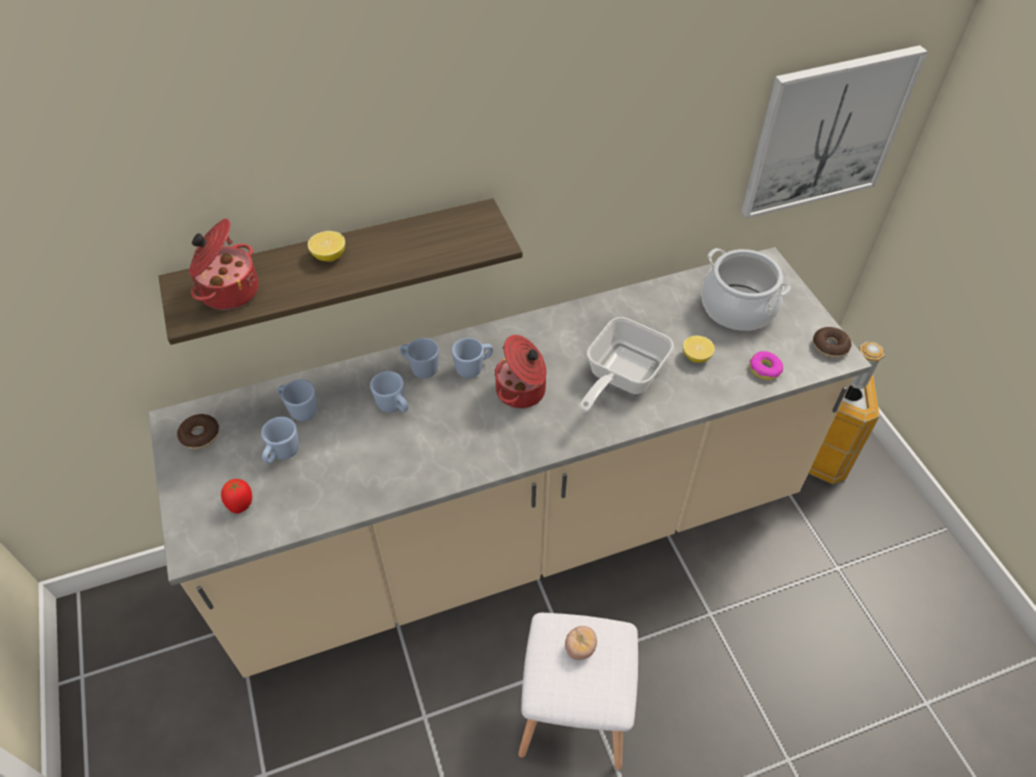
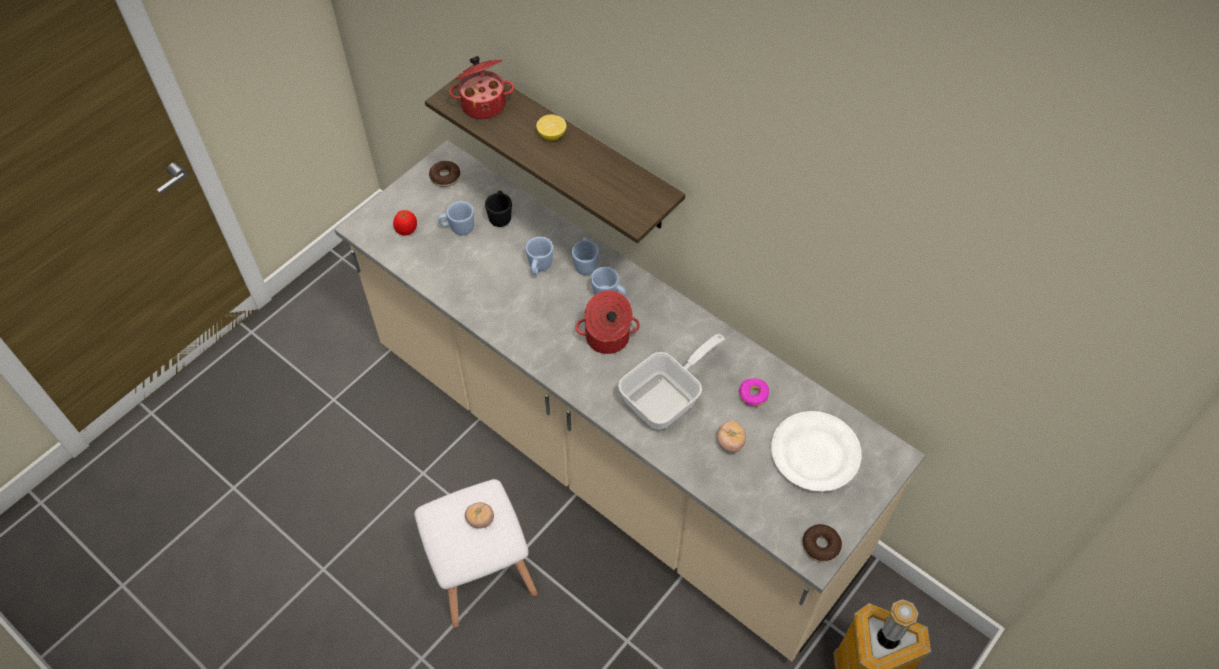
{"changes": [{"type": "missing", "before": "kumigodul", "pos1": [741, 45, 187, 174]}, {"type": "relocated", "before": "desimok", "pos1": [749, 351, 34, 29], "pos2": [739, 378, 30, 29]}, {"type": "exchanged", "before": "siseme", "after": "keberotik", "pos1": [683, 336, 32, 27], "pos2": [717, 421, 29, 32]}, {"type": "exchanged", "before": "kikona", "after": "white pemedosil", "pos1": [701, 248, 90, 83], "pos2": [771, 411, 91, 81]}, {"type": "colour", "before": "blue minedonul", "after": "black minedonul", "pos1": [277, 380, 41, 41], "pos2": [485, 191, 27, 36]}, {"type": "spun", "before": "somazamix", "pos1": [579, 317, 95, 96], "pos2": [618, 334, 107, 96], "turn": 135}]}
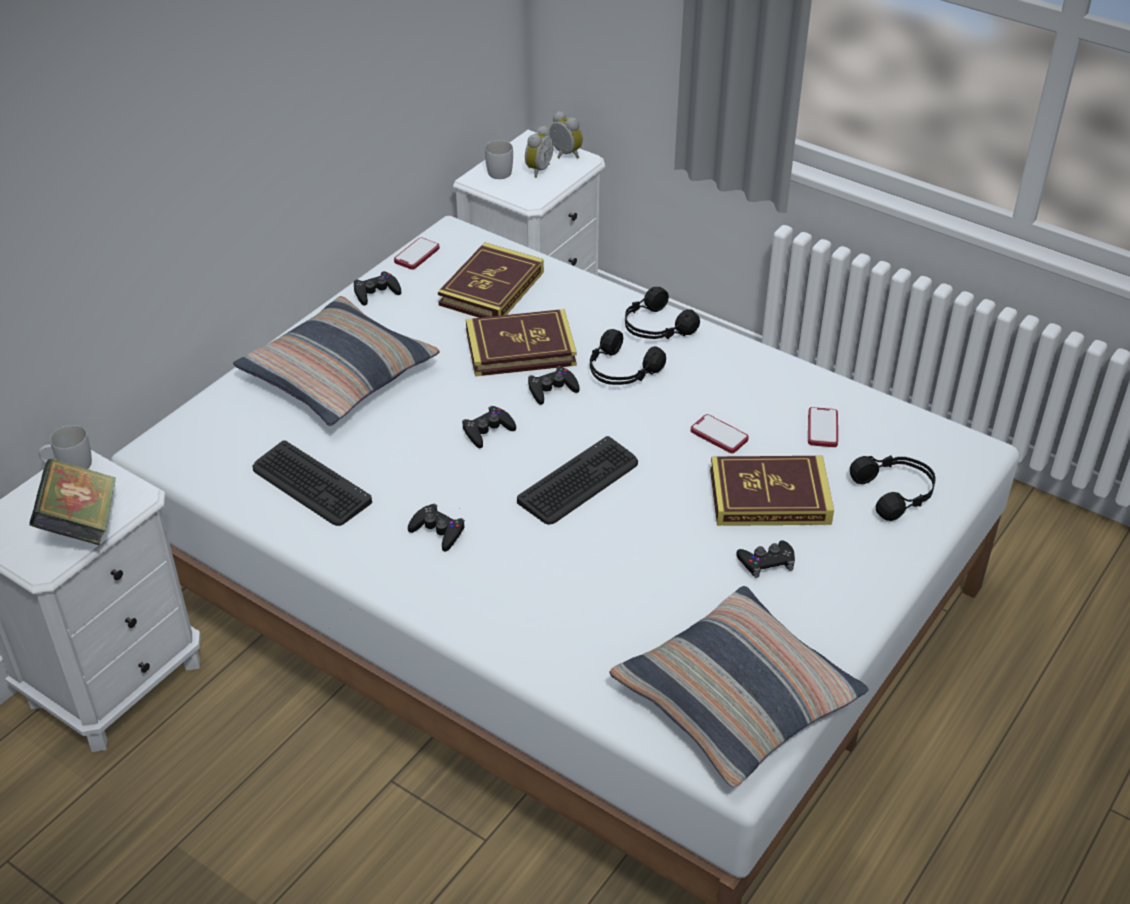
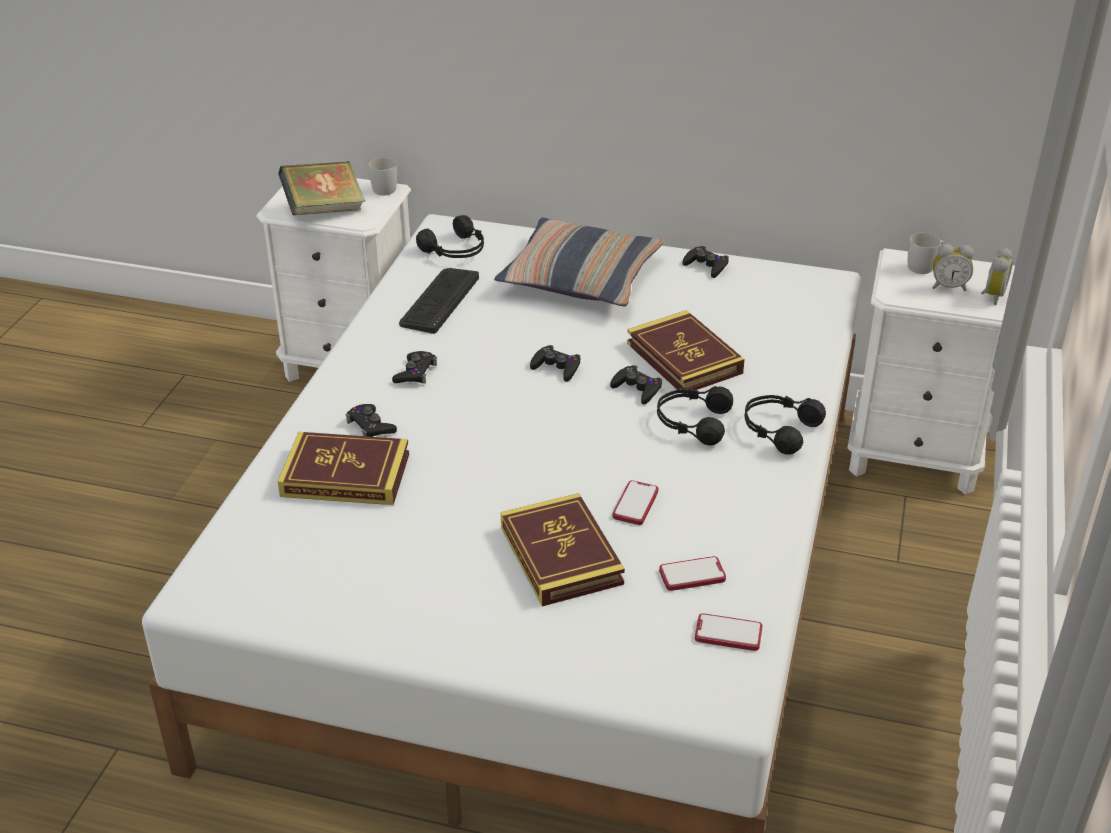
{"changes": [{"type": "missing", "before": "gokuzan", "pos1": [517, 436, 121, 89]}, {"type": "missing", "before": "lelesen", "pos1": [609, 586, 260, 201]}, {"type": "relocated", "before": "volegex", "pos1": [394, 238, 46, 32], "pos2": [695, 613, 67, 38]}, {"type": "relocated", "before": "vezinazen", "pos1": [438, 242, 106, 76], "pos2": [278, 432, 131, 73]}, {"type": "relocated", "before": "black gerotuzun", "pos1": [736, 540, 59, 38], "pos2": [346, 404, 51, 33]}, {"type": "relocated", "before": "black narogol", "pos1": [850, 455, 86, 66], "pos2": [416, 215, 68, 43]}]}
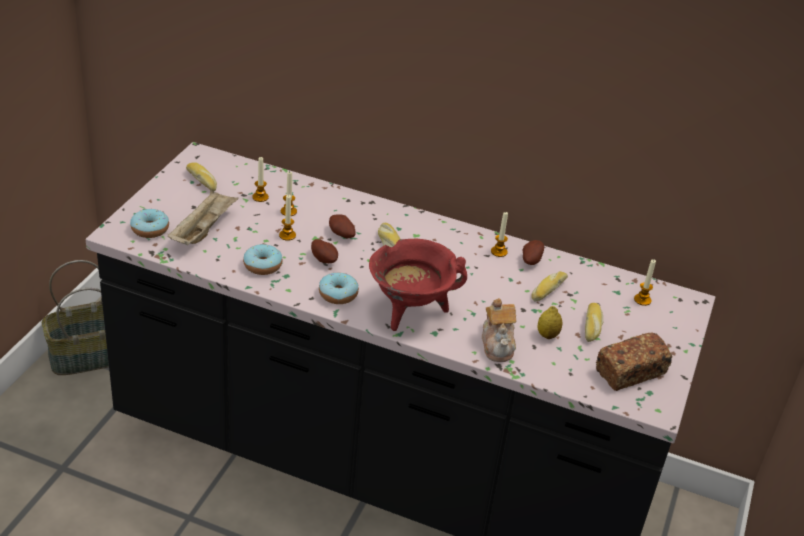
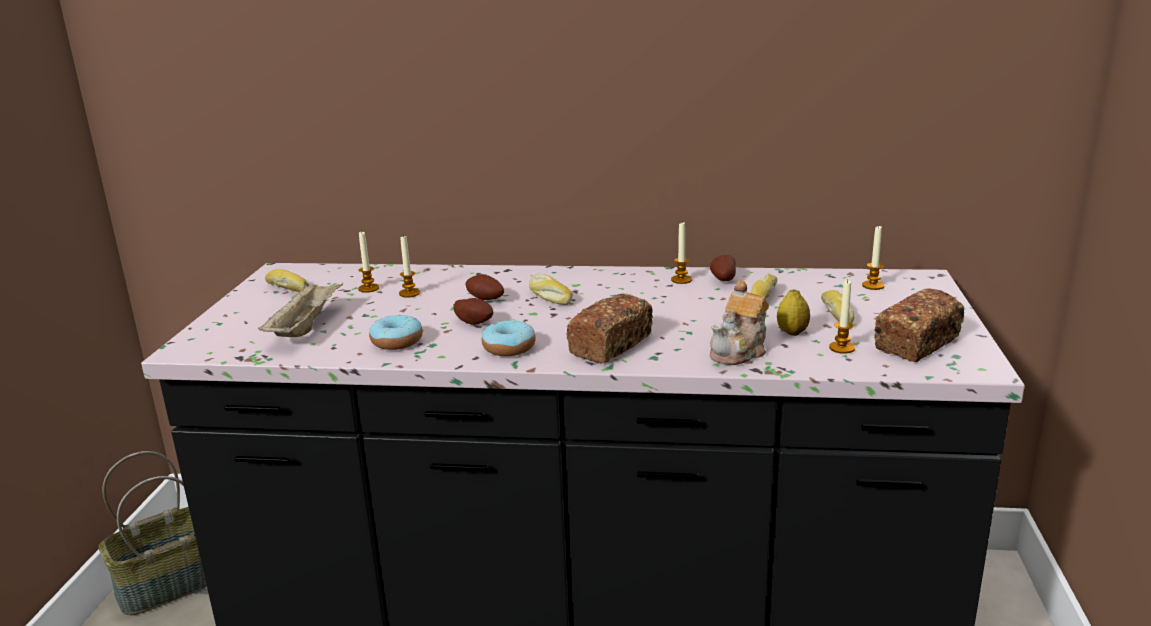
{"changes": [{"type": "missing", "before": "desimok", "pos1": [130, 209, 39, 29]}, {"type": "relocated", "before": "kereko", "pos1": [279, 194, 17, 47], "pos2": [829, 280, 26, 74]}, {"type": "exchanged", "before": "red kikona", "after": "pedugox", "pos1": [369, 238, 98, 93], "pos2": [566, 294, 87, 69]}, {"type": "spun", "before": "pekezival", "pos1": [482, 298, 35, 64], "pos2": [710, 280, 59, 85], "turn": 60}]}
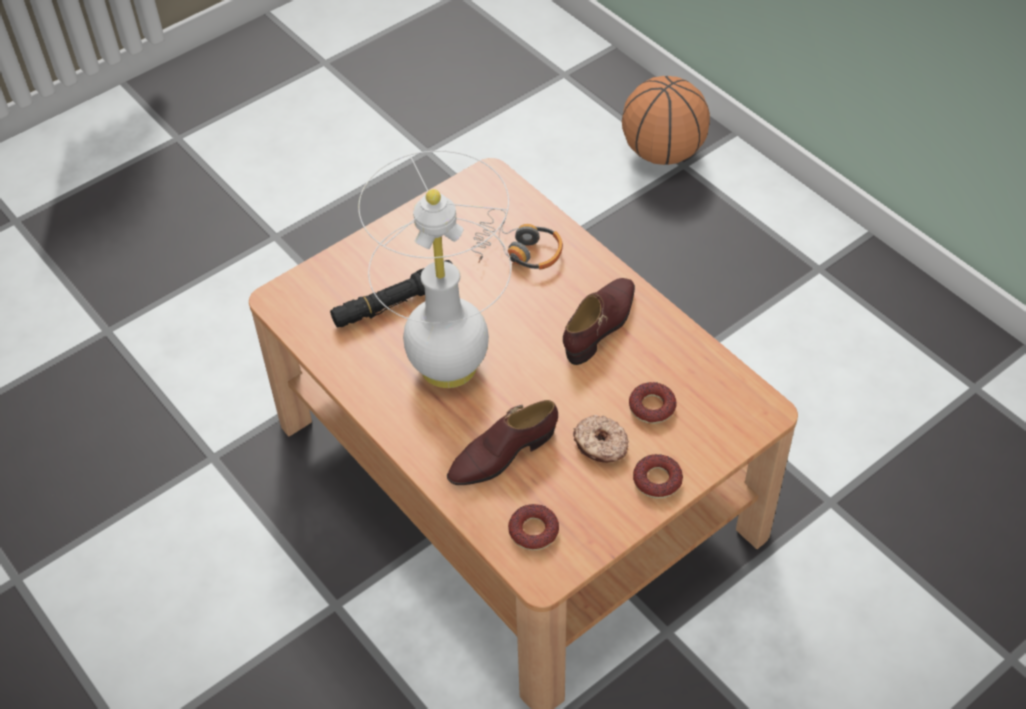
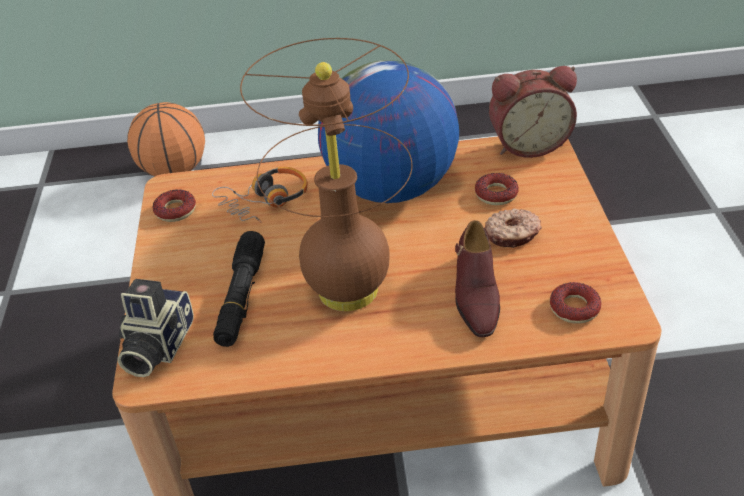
{"changes": [{"type": "appeared", "after": "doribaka", "pos2": [117, 279, 77, 98]}, {"type": "appeared", "after": "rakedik", "pos2": [489, 66, 88, 92]}, {"type": "relocated", "before": "desimok", "pos1": [633, 454, 50, 45], "pos2": [153, 189, 43, 33]}, {"type": "exchanged", "before": "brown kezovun", "after": "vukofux", "pos1": [563, 278, 72, 87], "pos2": [318, 60, 141, 143]}, {"type": "colour", "before": "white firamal", "after": "brown firamal", "pos1": [358, 151, 153, 237], "pos2": [240, 38, 173, 273]}]}
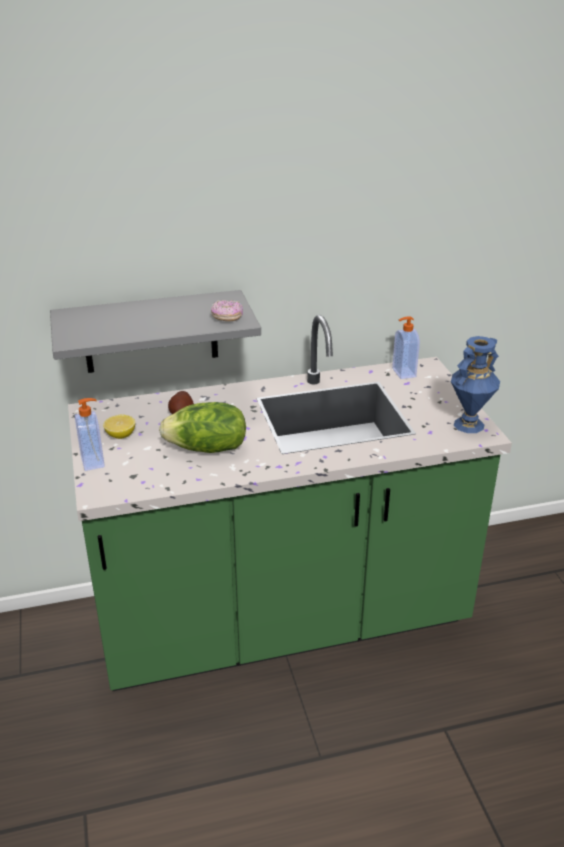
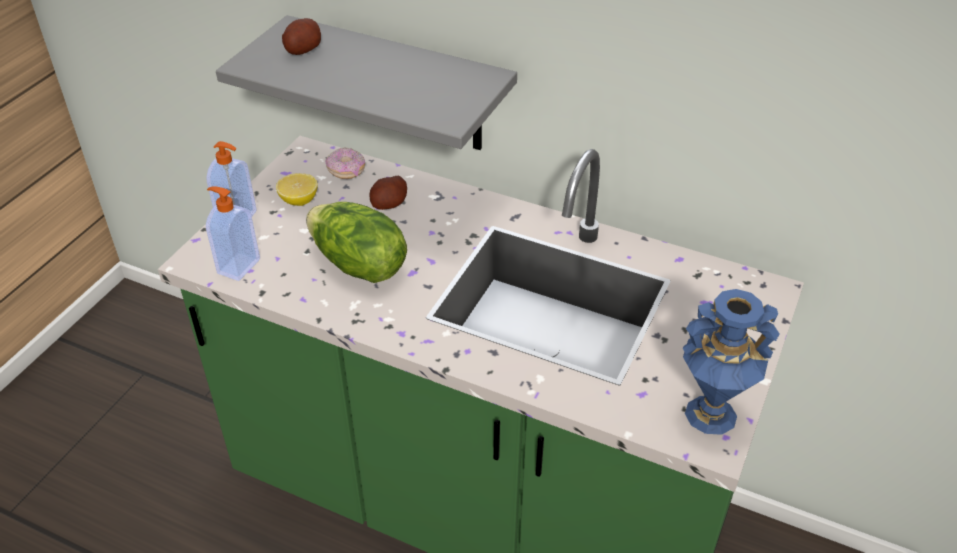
{"changes": [{"type": "appeared", "after": "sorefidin", "pos2": [282, 18, 39, 37]}, {"type": "relocated", "before": "desimok", "pos1": [211, 300, 32, 21], "pos2": [325, 147, 40, 32]}, {"type": "relocated", "before": "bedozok", "pos1": [392, 316, 28, 63], "pos2": [206, 186, 54, 95]}]}
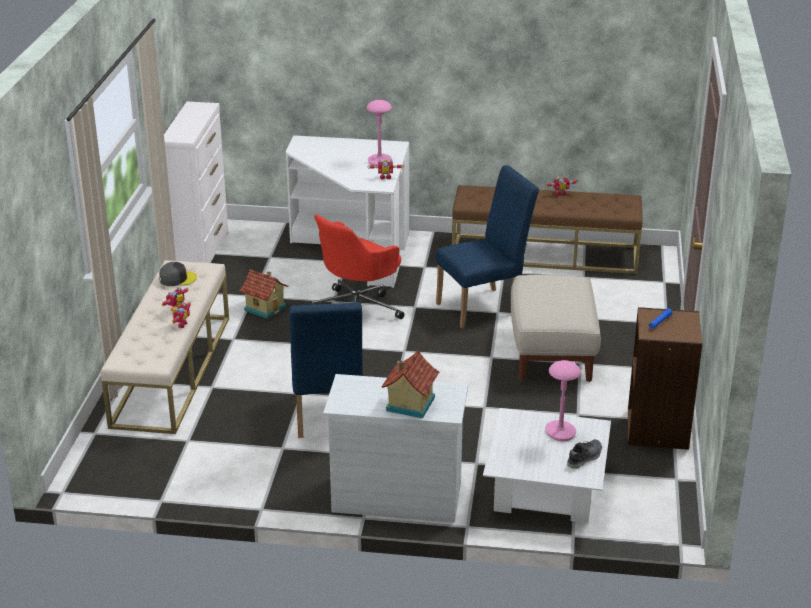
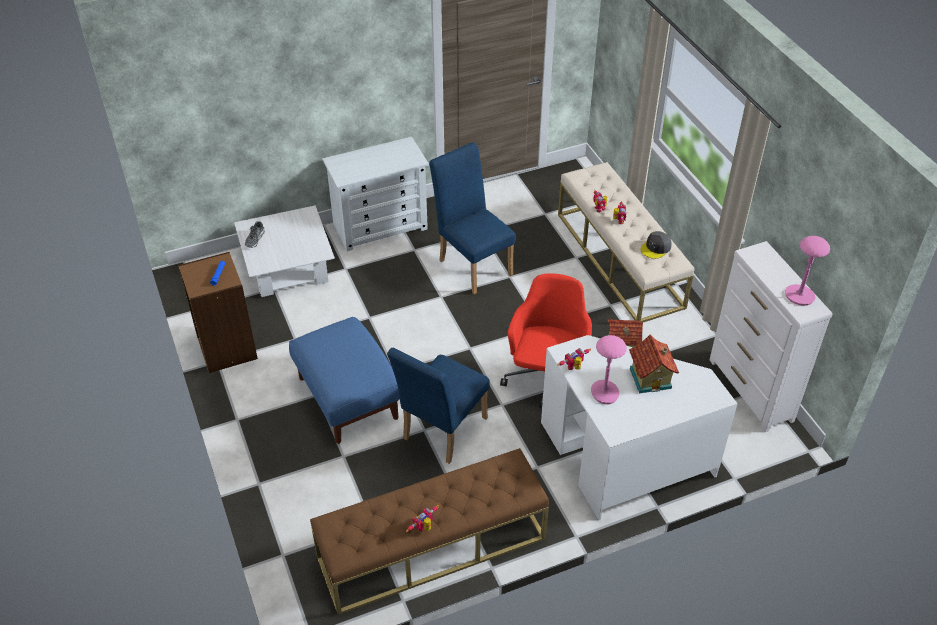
{"changes": [{"type": "relocated", "before": "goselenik", "pos1": [382, 350, 57, 69], "pos2": [629, 334, 50, 59]}, {"type": "relocated", "before": "pink firamal", "pos1": [545, 360, 36, 81], "pos2": [785, 236, 45, 70]}, {"type": "colour", "before": "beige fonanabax", "after": "blue fonanabax", "pos1": [511, 275, 90, 107], "pos2": [289, 317, 111, 127]}]}
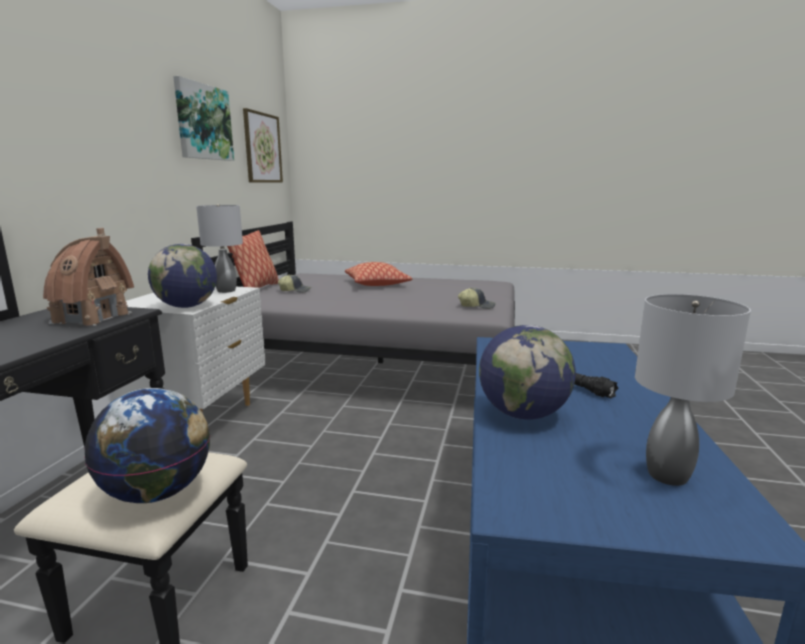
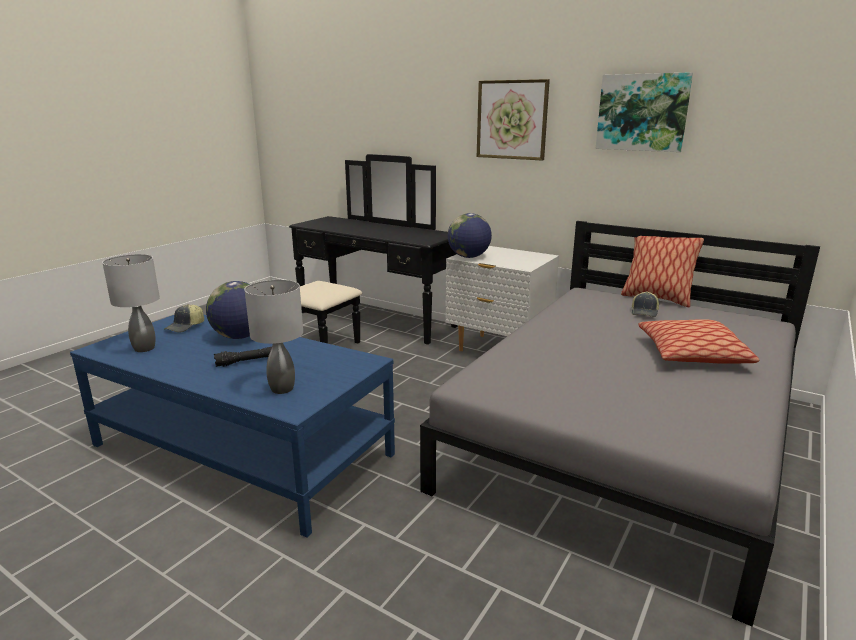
{"changes": [{"type": "missing", "before": "goselenik", "pos1": [43, 228, 91, 98]}, {"type": "missing", "before": "vukofux", "pos1": [84, 388, 126, 115]}, {"type": "relocated", "before": "grey firamal", "pos1": [196, 204, 47, 89], "pos2": [244, 280, 59, 114]}, {"type": "relocated", "before": "kumigodul", "pos1": [243, 108, 40, 75], "pos2": [477, 79, 73, 81]}, {"type": "relocated", "before": "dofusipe", "pos1": [458, 288, 38, 21], "pos2": [164, 304, 40, 28]}]}
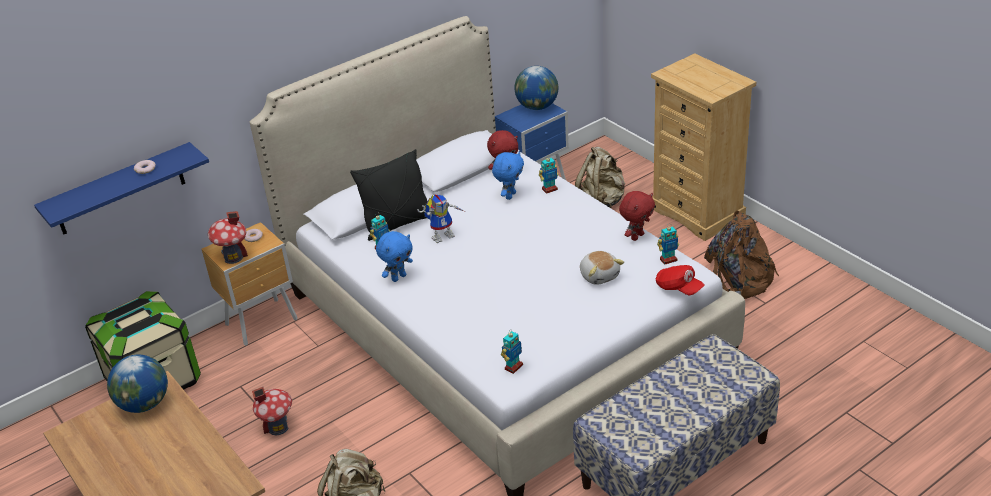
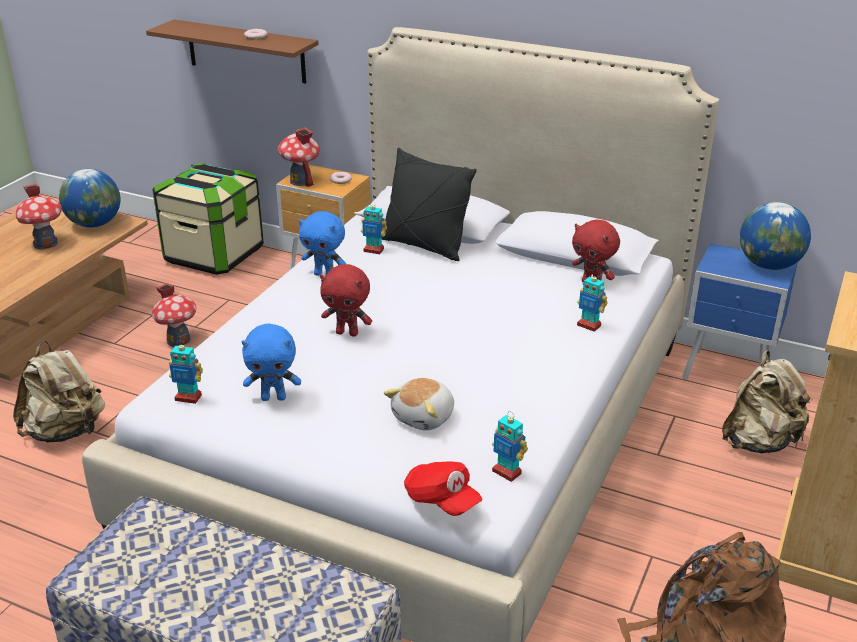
{"changes": [{"type": "missing", "before": "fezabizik", "pos1": [417, 195, 47, 48]}, {"type": "appeared", "after": "goselenik", "pos2": [15, 183, 47, 67]}, {"type": "relocated", "before": "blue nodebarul", "pos1": [492, 151, 32, 49], "pos2": [242, 324, 59, 77]}, {"type": "relocated", "before": "red nodebarul", "pos1": [619, 191, 36, 50], "pos2": [320, 264, 52, 73]}, {"type": "colour", "before": "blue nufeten", "after": "brown nufeten", "pos1": [34, 142, 175, 93], "pos2": [146, 19, 173, 65]}, {"type": "spun", "before": "red dofusipe", "pos1": [656, 265, 49, 30], "pos2": [404, 461, 78, 55], "turn": -60}]}
